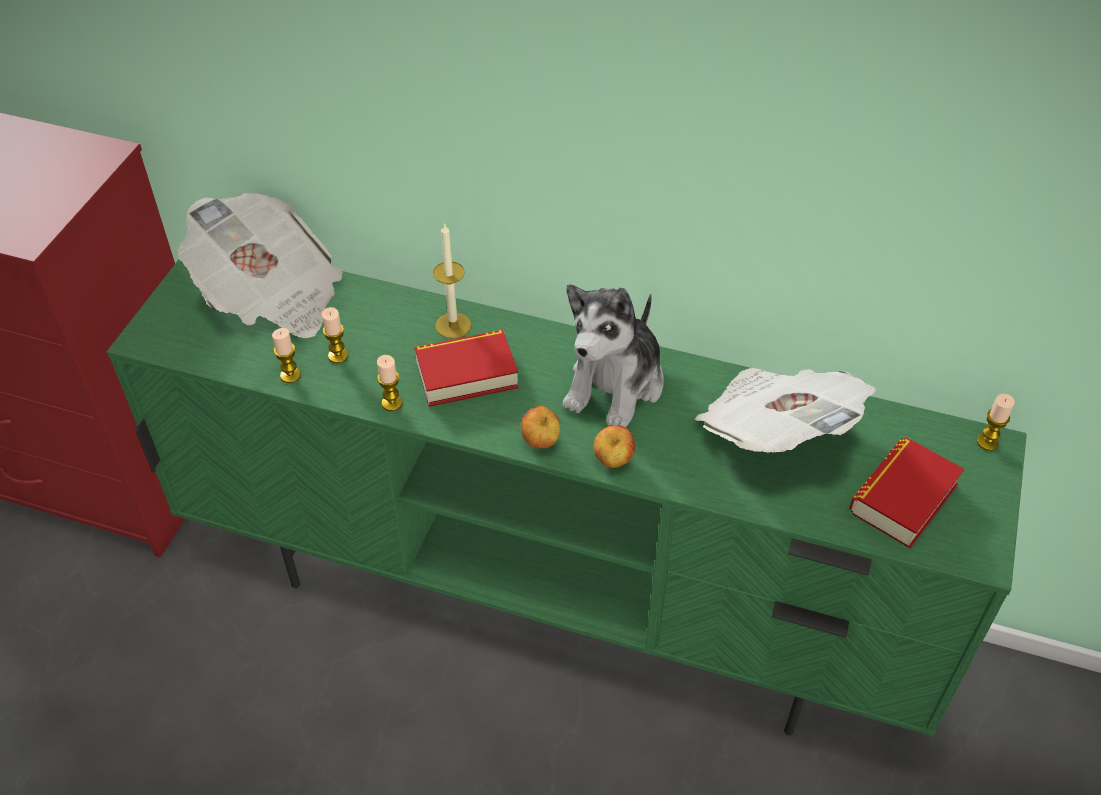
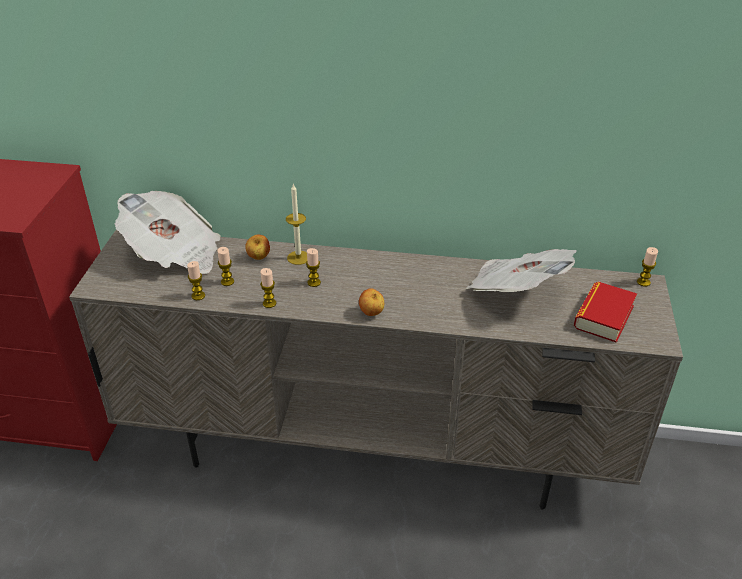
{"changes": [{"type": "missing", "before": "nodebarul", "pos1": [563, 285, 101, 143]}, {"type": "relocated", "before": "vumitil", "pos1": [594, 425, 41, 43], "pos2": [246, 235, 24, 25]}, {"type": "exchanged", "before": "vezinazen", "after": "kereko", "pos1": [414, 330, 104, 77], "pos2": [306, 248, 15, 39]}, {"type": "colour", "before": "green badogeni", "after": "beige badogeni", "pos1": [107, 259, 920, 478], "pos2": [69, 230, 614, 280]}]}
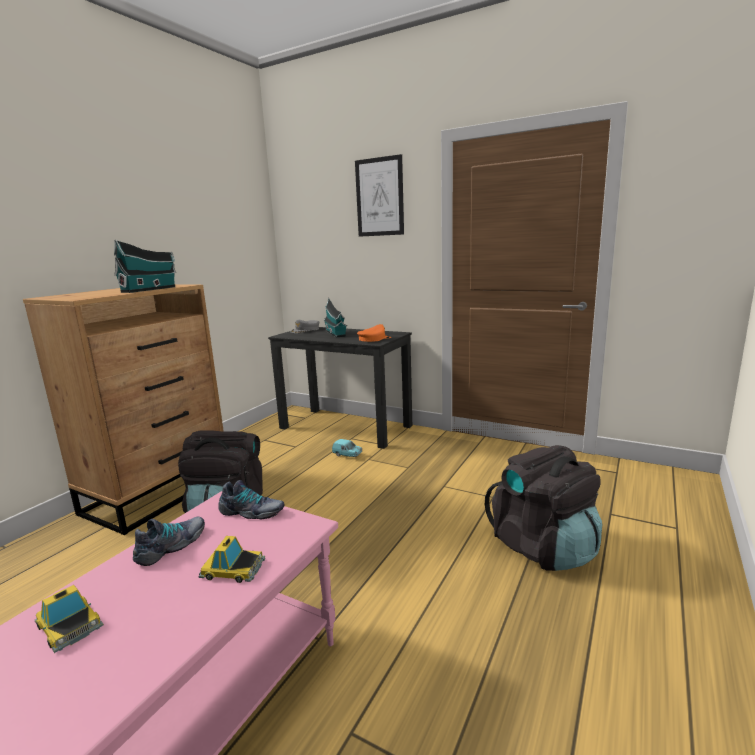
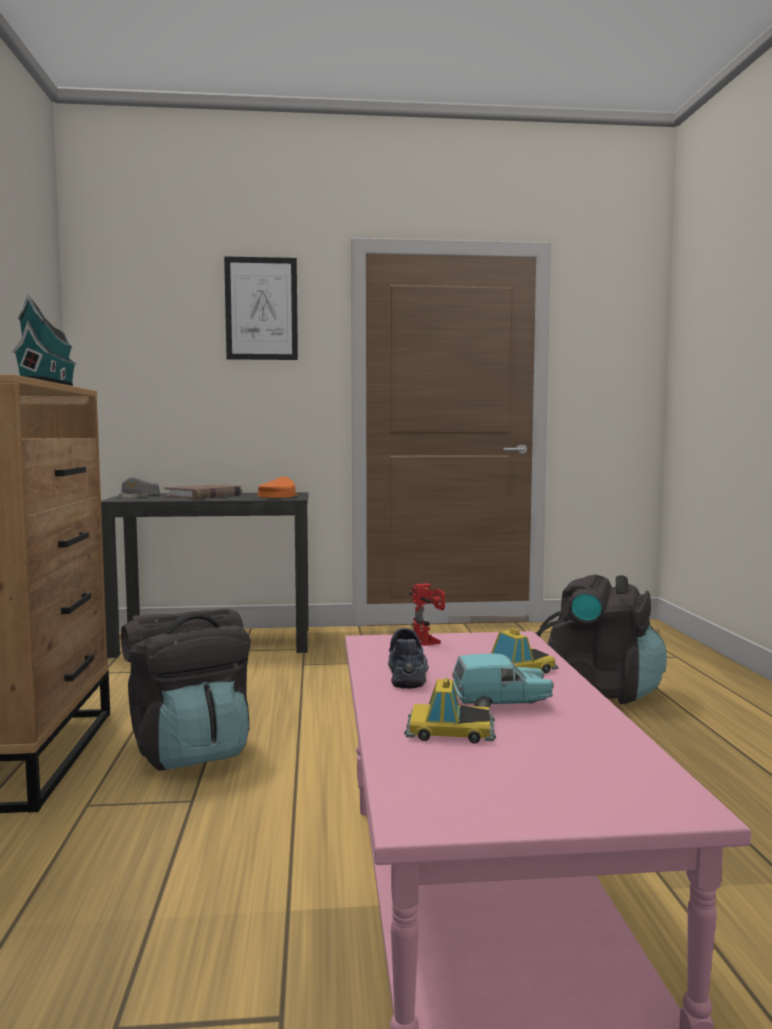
{"changes": [{"type": "relocated", "before": "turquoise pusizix", "pos1": [332, 439, 30, 18], "pos2": [452, 654, 102, 54]}, {"type": "exchanged", "before": "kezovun", "after": "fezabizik", "pos1": [218, 480, 67, 39], "pos2": [409, 583, 36, 63]}, {"type": "exchanged", "before": "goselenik", "after": "brown vezinazen", "pos1": [323, 298, 24, 39], "pos2": [164, 484, 78, 15]}]}
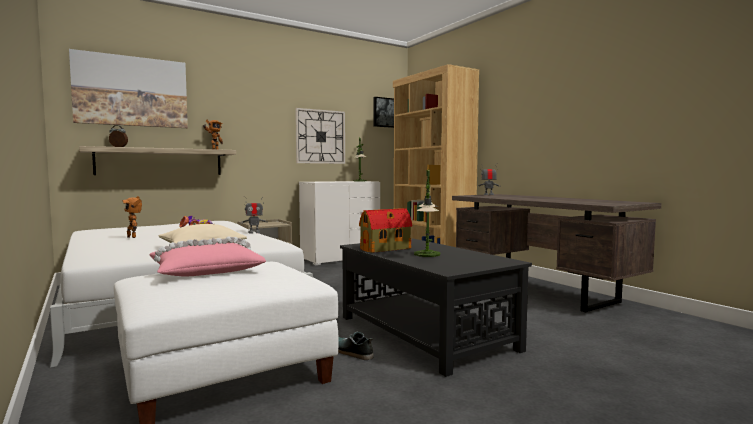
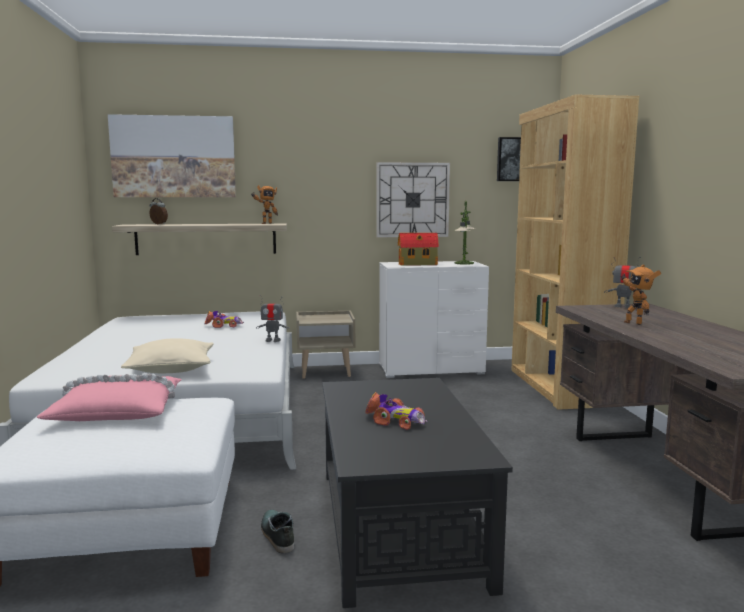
{"changes": [{"type": "relocated", "before": "fezabizik", "pos1": [122, 196, 20, 42], "pos2": [621, 264, 40, 61]}, {"type": "relocated", "before": "goselenik", "pos1": [359, 208, 53, 45], "pos2": [398, 233, 41, 33]}, {"type": "exchanged", "before": "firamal", "after": "pusizix", "pos1": [414, 170, 27, 87], "pos2": [365, 392, 62, 38]}]}
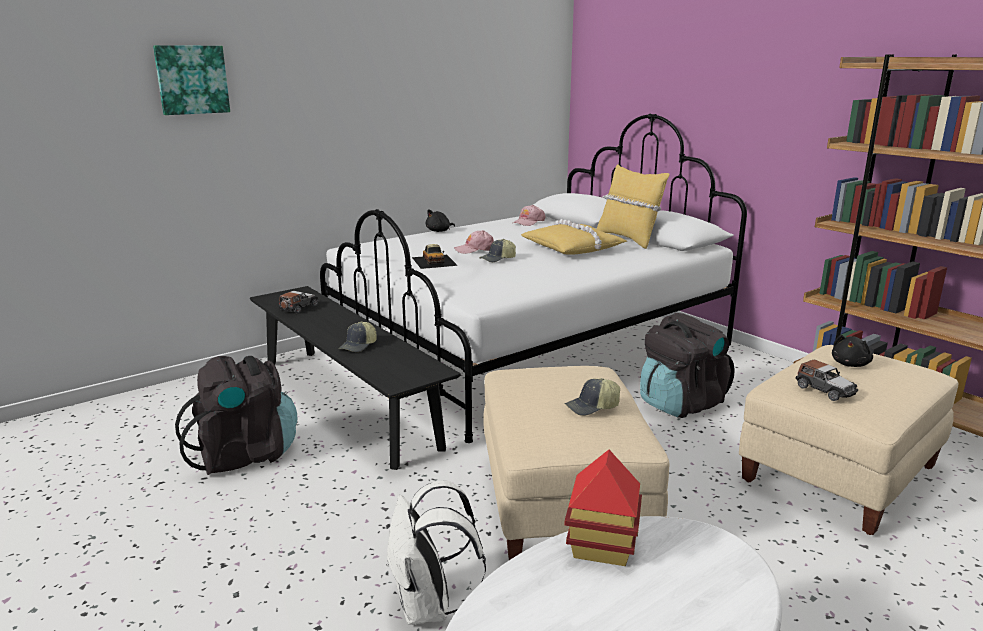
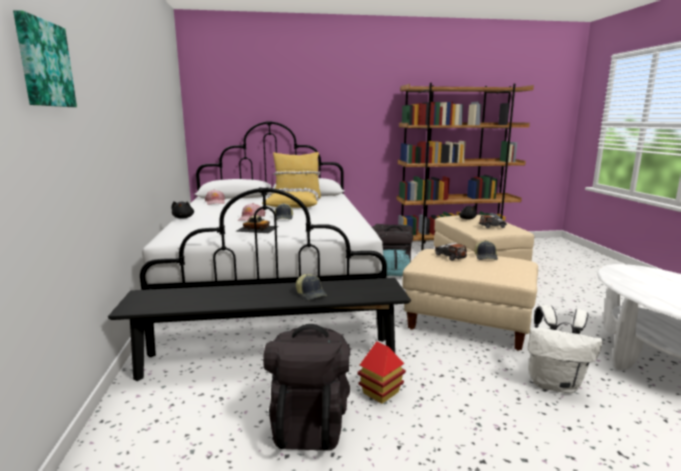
{"changes": [{"type": "relocated", "before": "pusizix", "pos1": [279, 291, 40, 22], "pos2": [435, 243, 32, 18]}, {"type": "relocated", "before": "goselenik", "pos1": [564, 450, 78, 116], "pos2": [357, 341, 49, 63]}]}
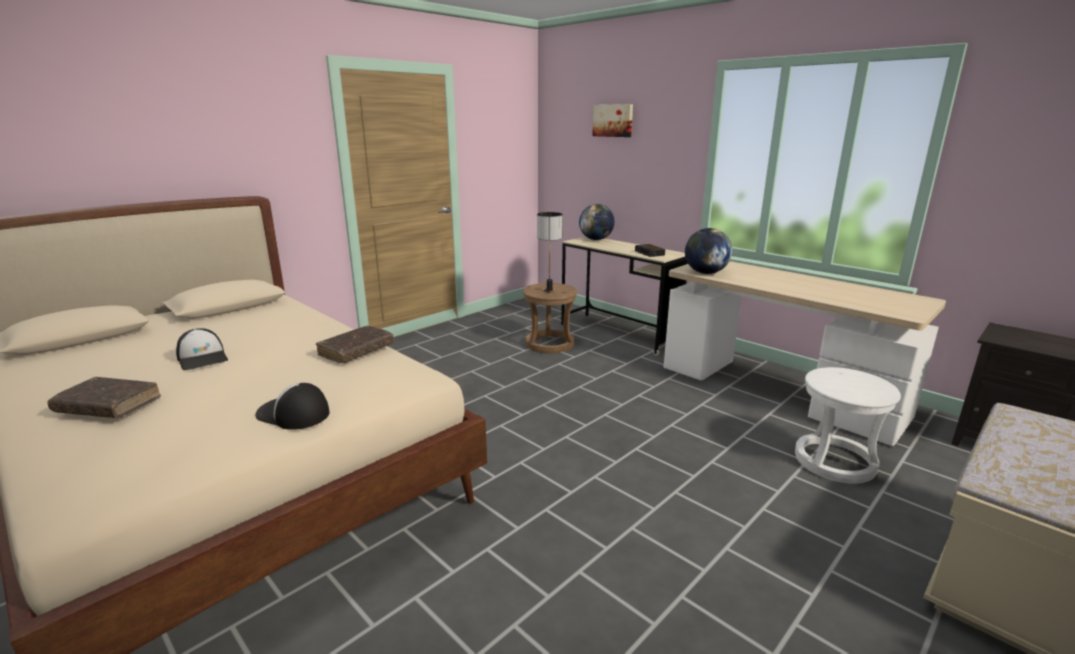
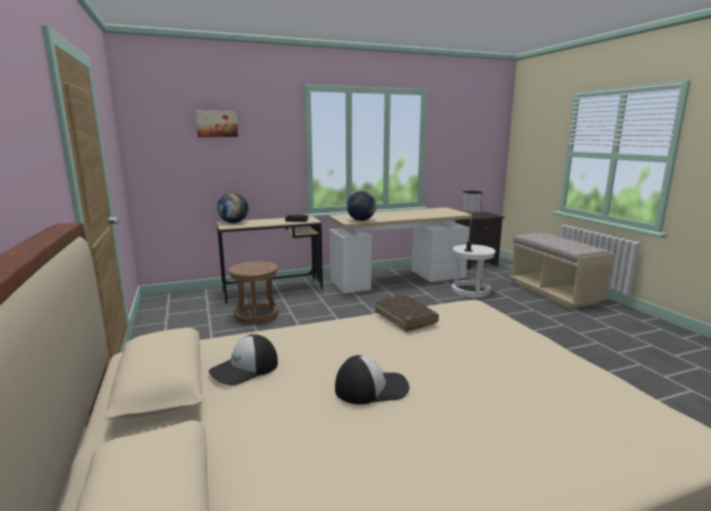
{"changes": [{"type": "missing", "before": "brown vezinazen", "pos1": [47, 377, 114, 41]}, {"type": "relocated", "before": "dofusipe", "pos1": [255, 383, 75, 47], "pos2": [209, 334, 69, 52]}, {"type": "relocated", "before": "firamal", "pos1": [537, 212, 26, 81], "pos2": [462, 191, 21, 61]}]}
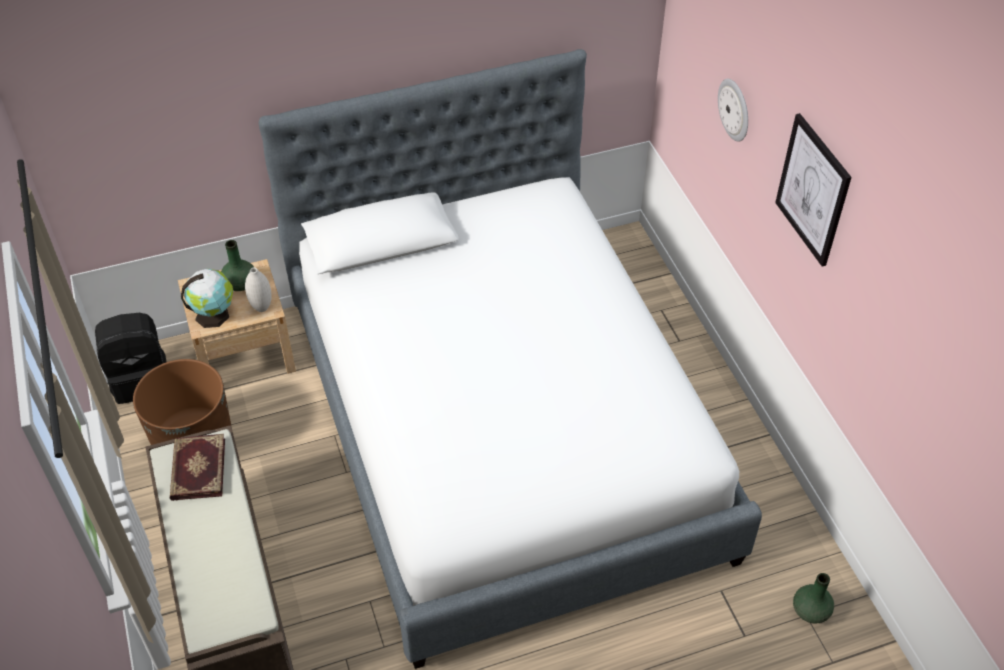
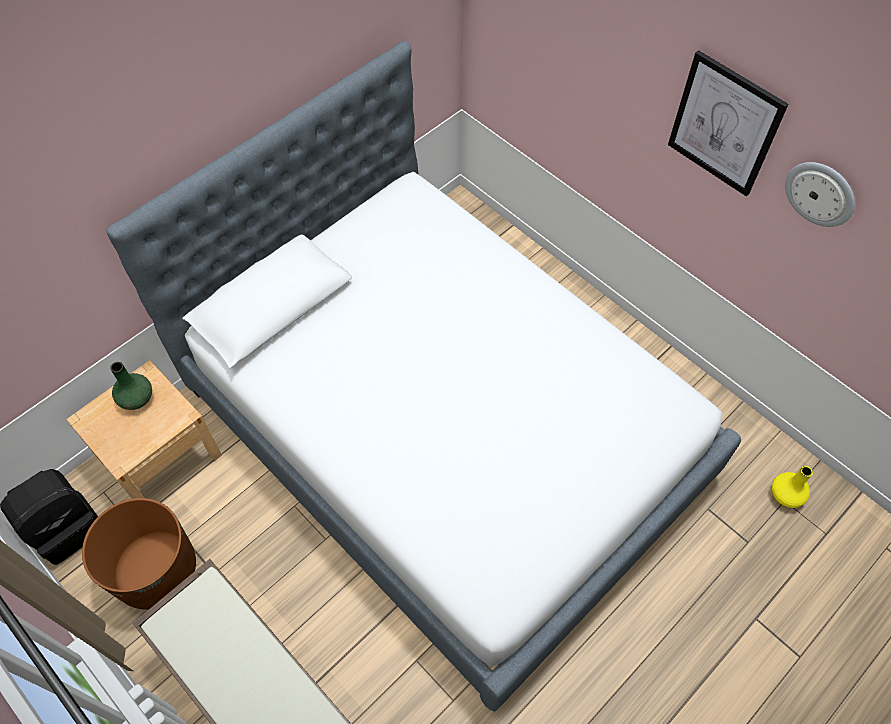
{"changes": [{"type": "missing", "before": "vezinazen", "pos1": [170, 434, 55, 67]}, {"type": "missing", "before": "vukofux", "pos1": [181, 269, 53, 59]}, {"type": "missing", "before": "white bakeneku", "pos1": [245, 267, 27, 45]}, {"type": "relocated", "before": "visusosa", "pos1": [718, 79, 30, 63], "pos2": [785, 162, 70, 65]}, {"type": "colour", "before": "green bakeneku", "after": "yellow bakeneku", "pos1": [793, 573, 41, 50], "pos2": [771, 466, 42, 42]}]}
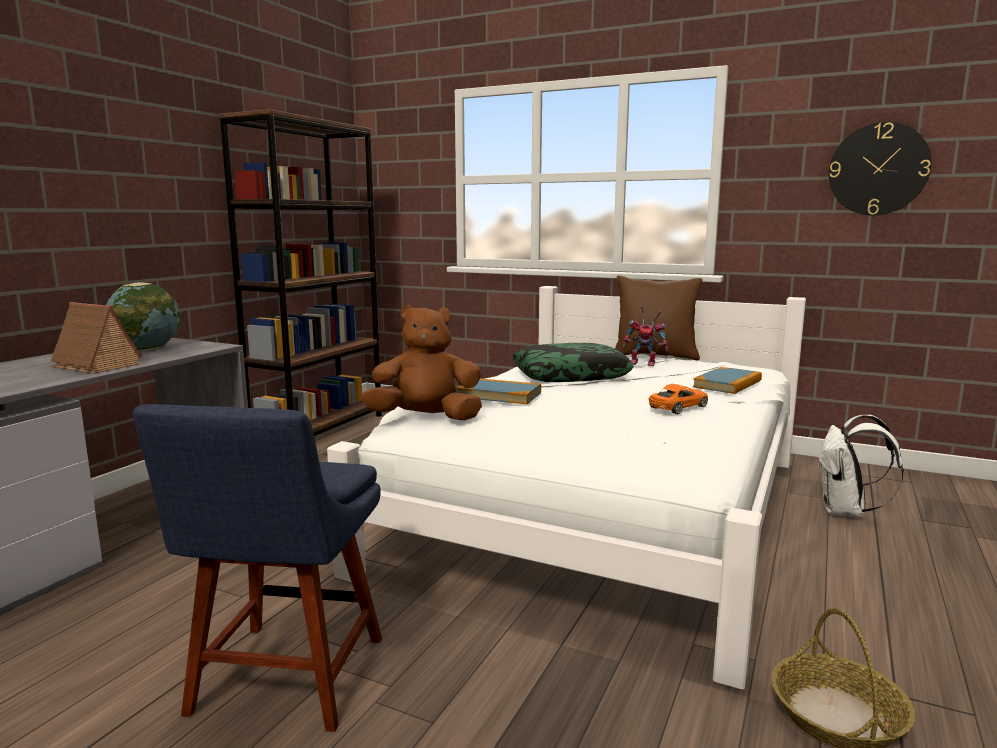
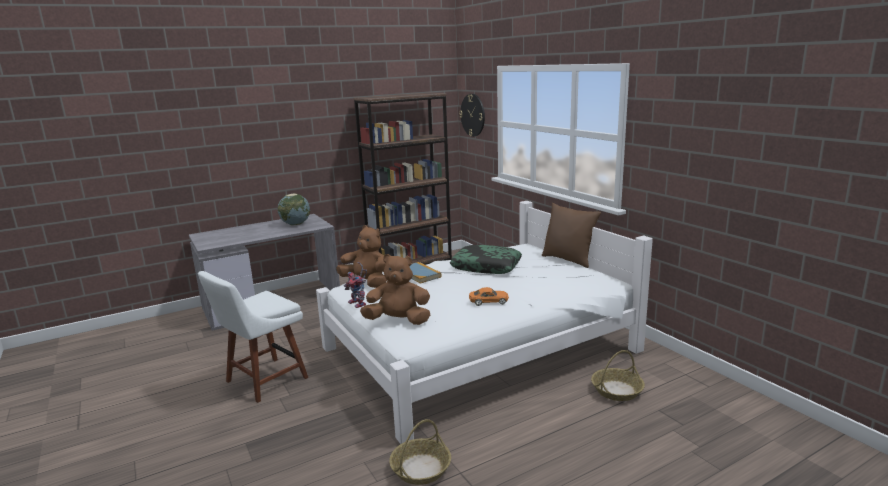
{"changes": [{"type": "missing", "before": "goselenik", "pos1": [49, 302, 93, 72]}, {"type": "missing", "before": "vezinazen", "pos1": [693, 367, 69, 27]}, {"type": "appeared", "after": "brown nodebarul", "pos2": [360, 254, 70, 71]}, {"type": "relocated", "before": "fezabizik", "pos1": [623, 306, 45, 60], "pos2": [344, 262, 23, 46]}, {"type": "relocated", "before": "visusosa", "pos1": [829, 122, 102, 94], "pos2": [459, 94, 26, 43]}, {"type": "exchanged", "before": "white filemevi", "after": "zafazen", "pos1": [818, 414, 86, 103], "pos2": [591, 350, 54, 51]}, {"type": "colour", "before": "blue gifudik", "after": "white gifudik", "pos1": [133, 404, 249, 328], "pos2": [198, 271, 110, 132]}]}
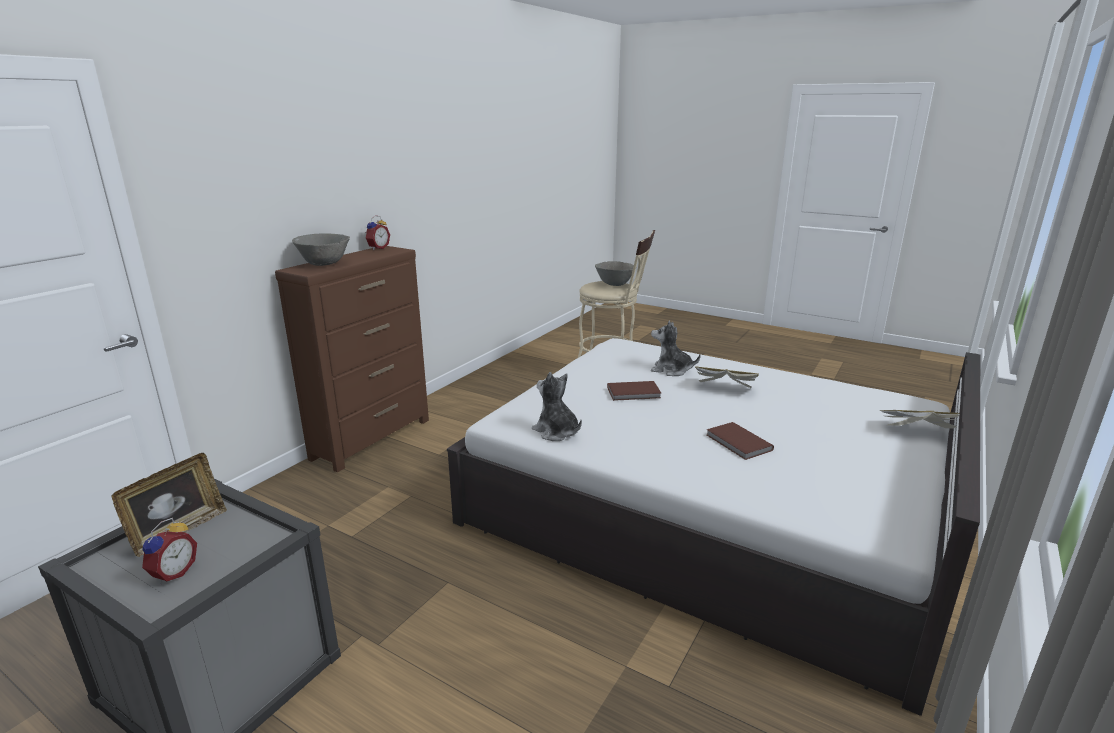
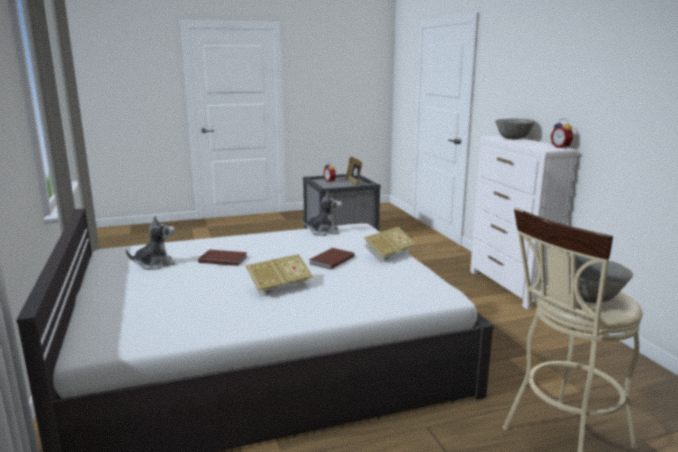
{"changes": [{"type": "relocated", "before": "nodebarul", "pos1": [651, 321, 50, 55], "pos2": [126, 216, 49, 54]}, {"type": "relocated", "before": "vezinazen", "pos1": [880, 410, 80, 19], "pos2": [364, 227, 52, 36]}, {"type": "colour", "before": "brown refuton", "after": "white refuton", "pos1": [275, 246, 154, 226], "pos2": [470, 136, 108, 174]}]}
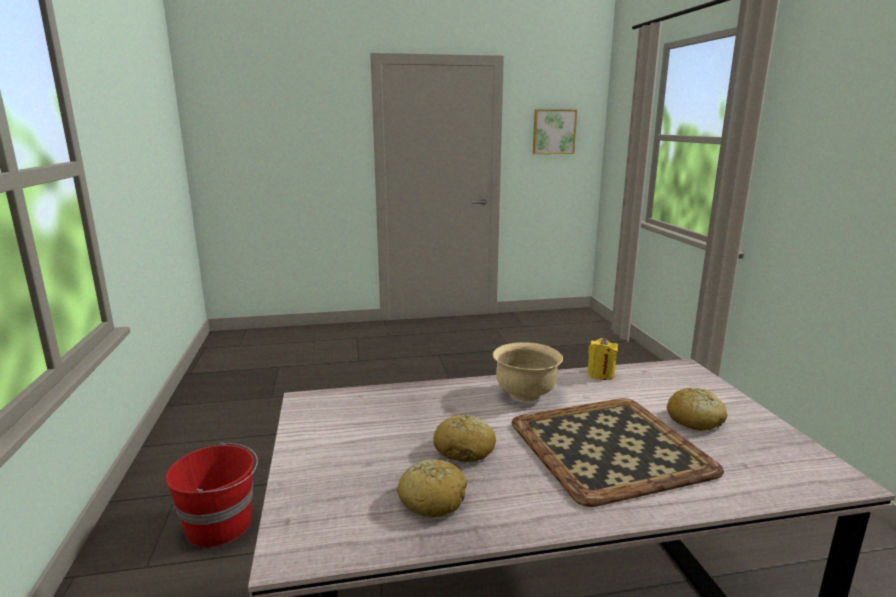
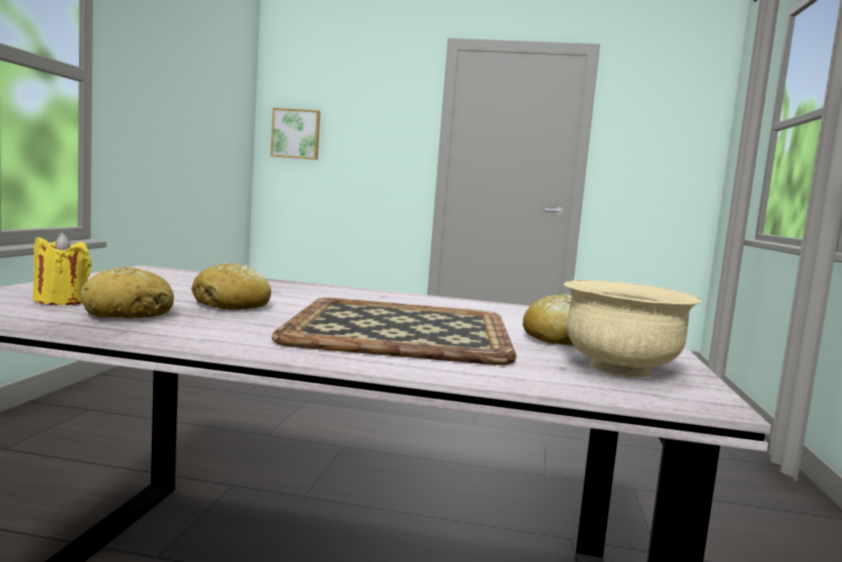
{"changes": [{"type": "missing", "before": "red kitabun", "pos1": [165, 442, 93, 105]}, {"type": "relocated", "before": "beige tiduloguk", "pos1": [493, 342, 70, 59], "pos2": [563, 280, 139, 98]}, {"type": "relocated", "before": "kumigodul", "pos1": [533, 109, 44, 45], "pos2": [271, 108, 49, 52]}, {"type": "relocated", "before": "yellow kereko", "pos1": [587, 338, 31, 42], "pos2": [33, 232, 59, 73]}]}
